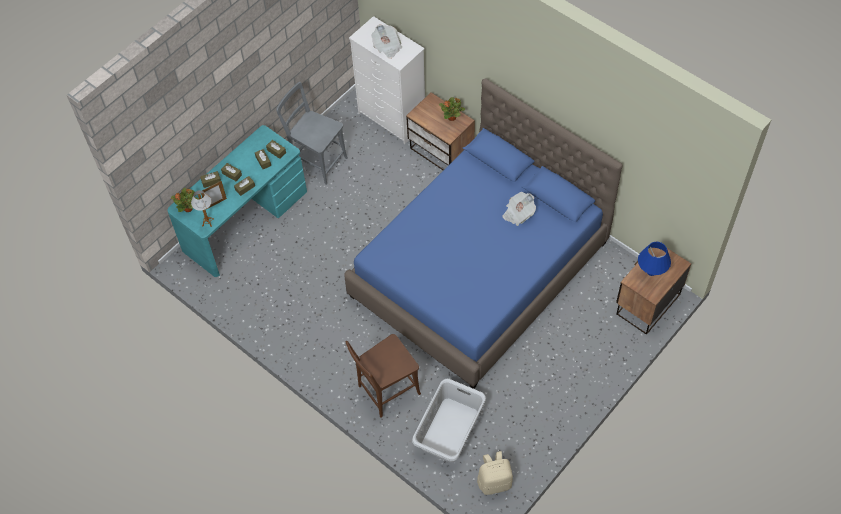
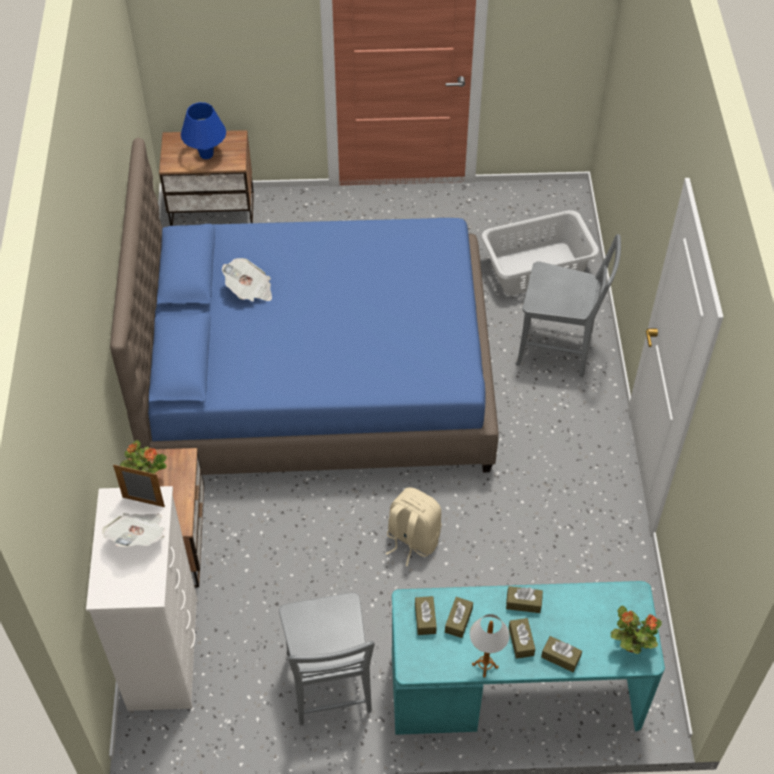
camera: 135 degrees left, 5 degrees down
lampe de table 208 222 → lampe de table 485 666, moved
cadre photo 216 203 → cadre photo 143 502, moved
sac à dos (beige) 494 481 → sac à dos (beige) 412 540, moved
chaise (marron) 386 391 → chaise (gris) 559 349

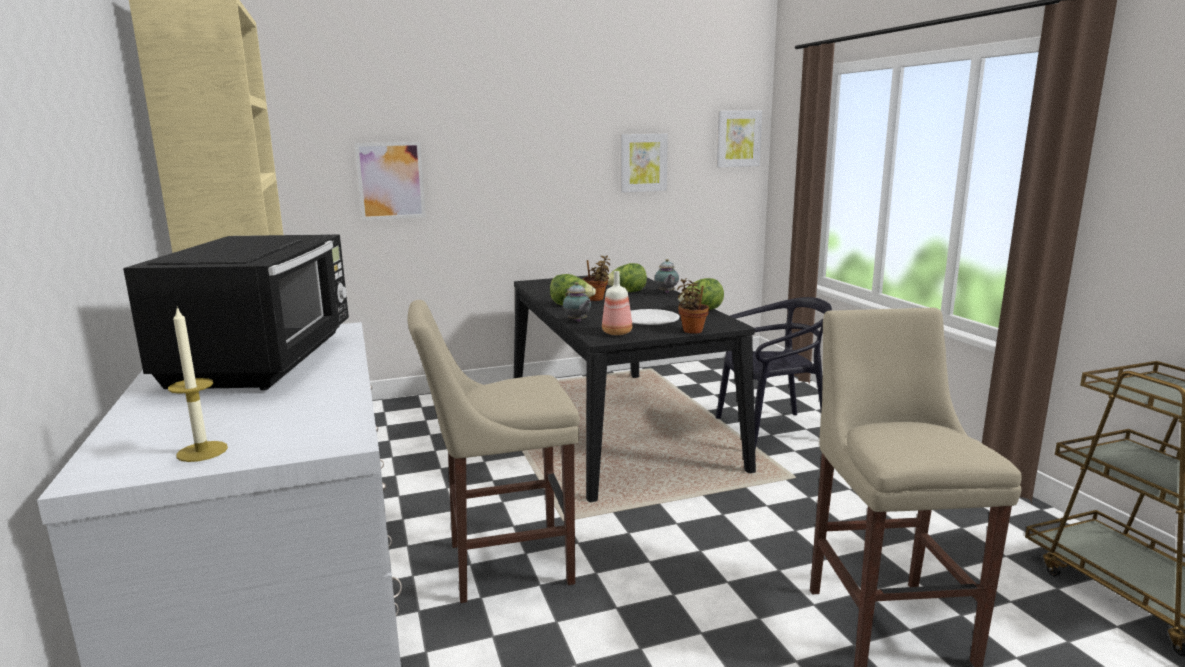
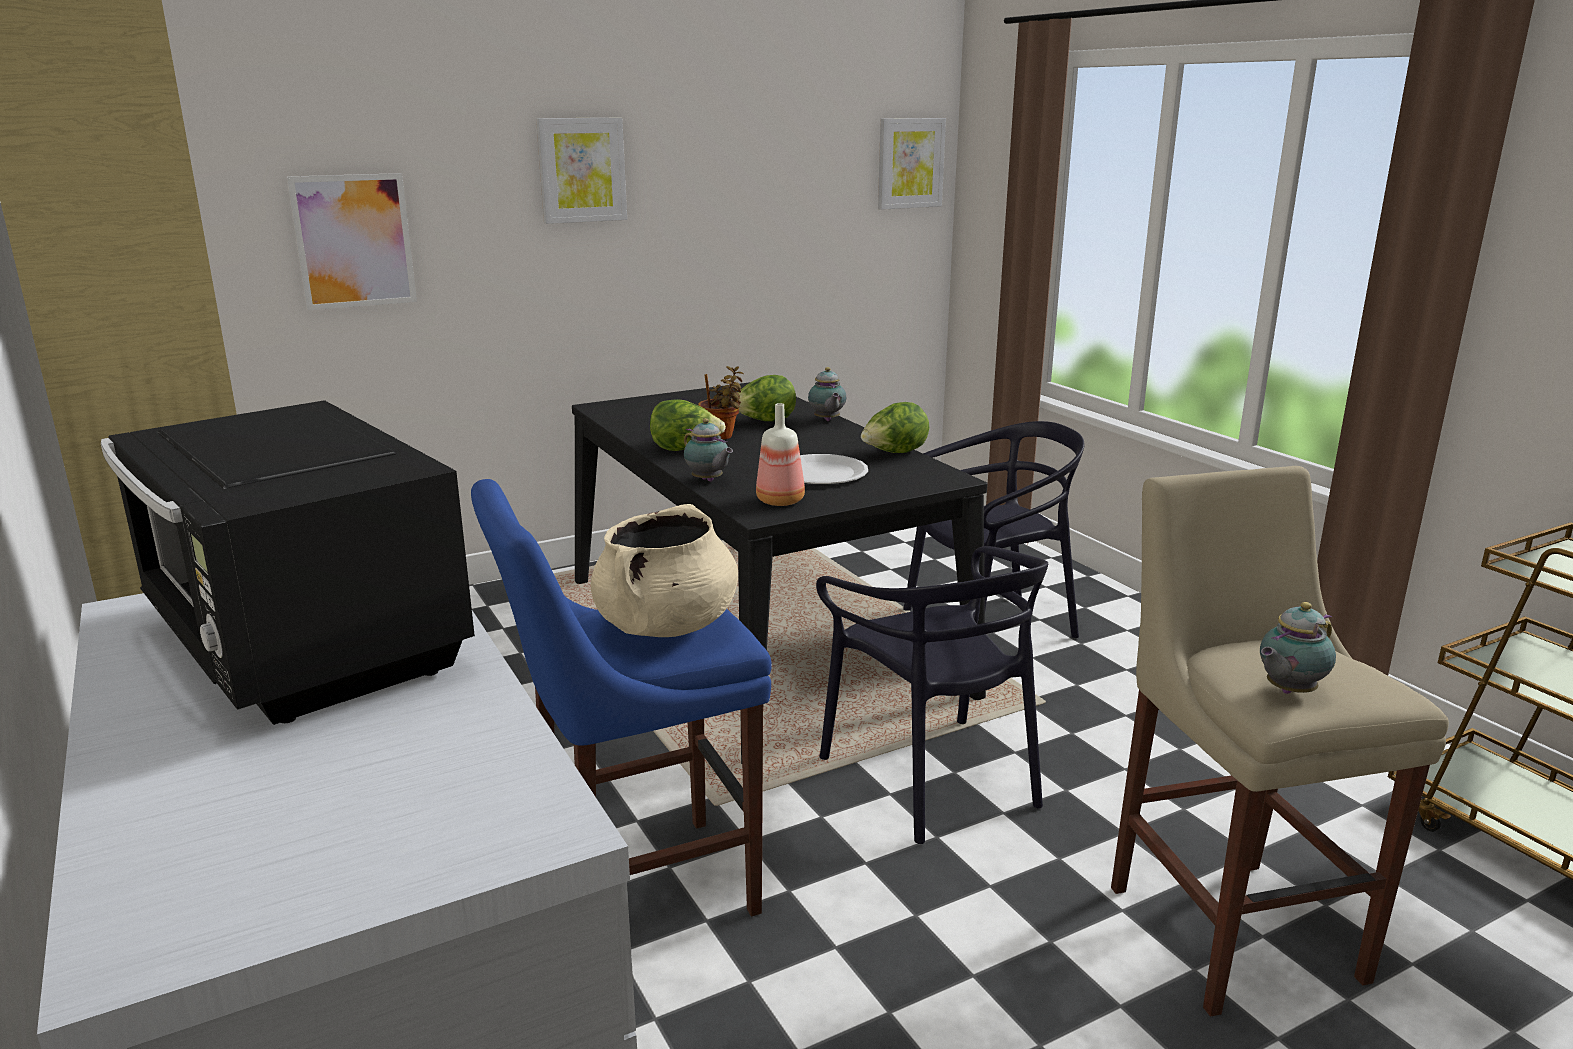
camera: 10 degrees left, 5 degrees up
bougie 202 451 → -
plante en pot 692 330 → -
- → marmite (beige) 666 626
- → chaise (noir) 932 777
- → théière 1287 691
tableau 643 162 → tableau 581 170, moved
tabouret (beige) 502 564 → tabouret (bleu) 637 889
micro-ondes (noir) 265 361 → micro-ondes (noir) 303 646, 150 degrees clockwise

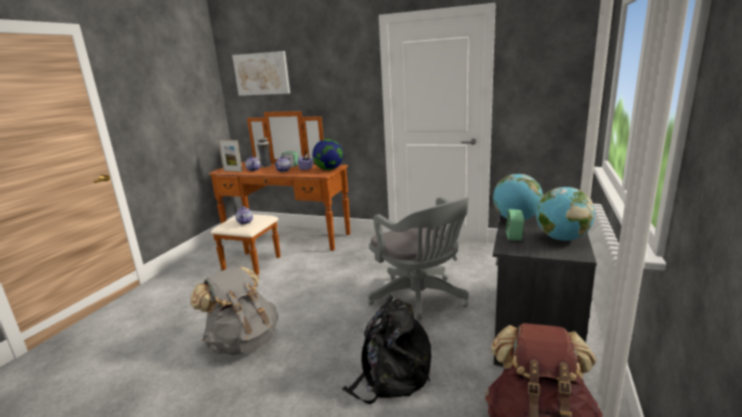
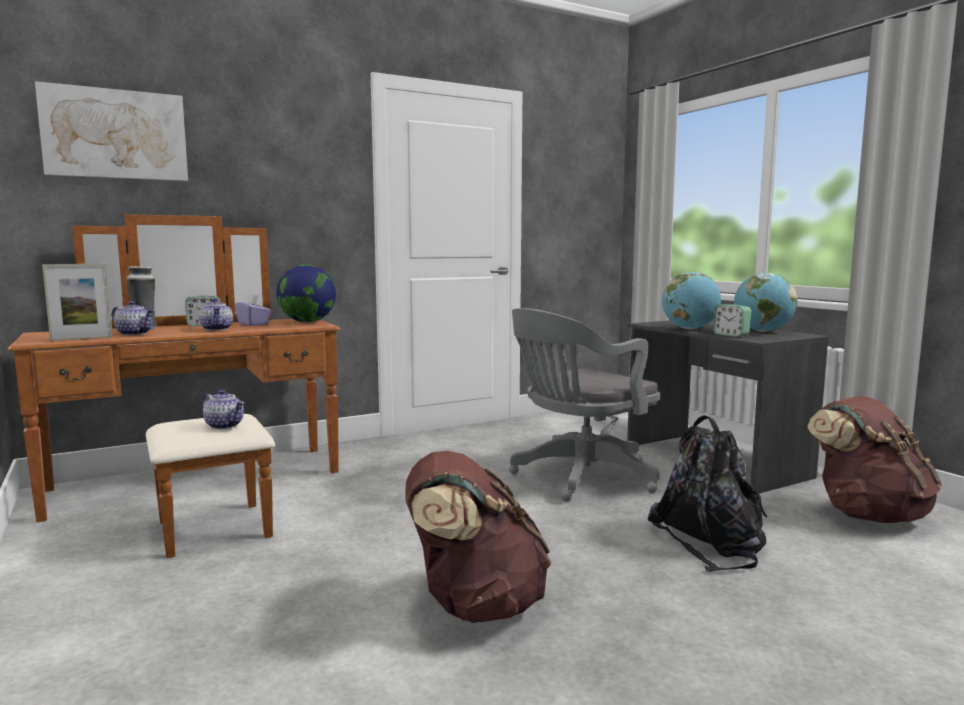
camera: 50 degrees left, 10 degrees down
sac à dos (gris) 243 342 → sac à dos (marron) 474 605
chaise de bureau (gris) 421 300 → chaise de bureau (gris) 579 477, 135 degrees clockwise

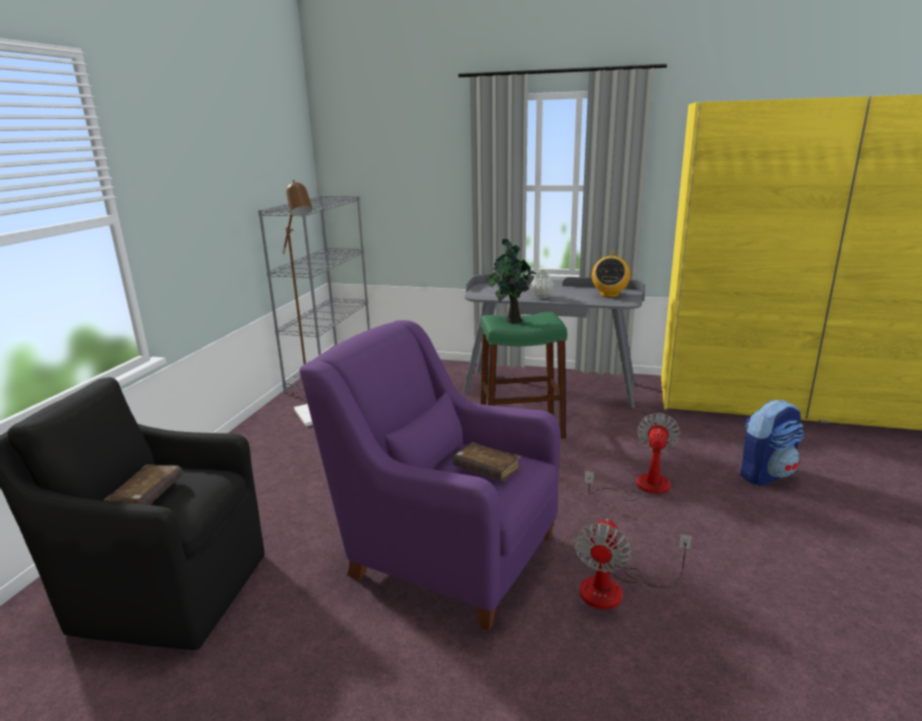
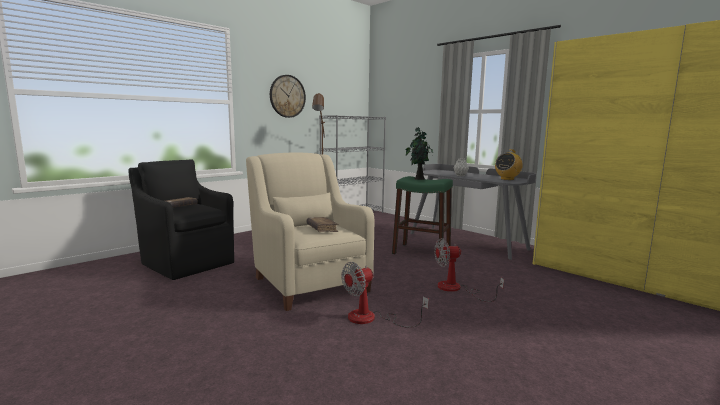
camera: 30 degrees right, 10 degrees down
sac à dos 765 474 → -
- → horloge murale 287 96
fauteuil (violet) 445 551 → fauteuil (beige) 308 282
ventilateur 641 487 → ventilateur 456 289, 150 degrees counterclockwise

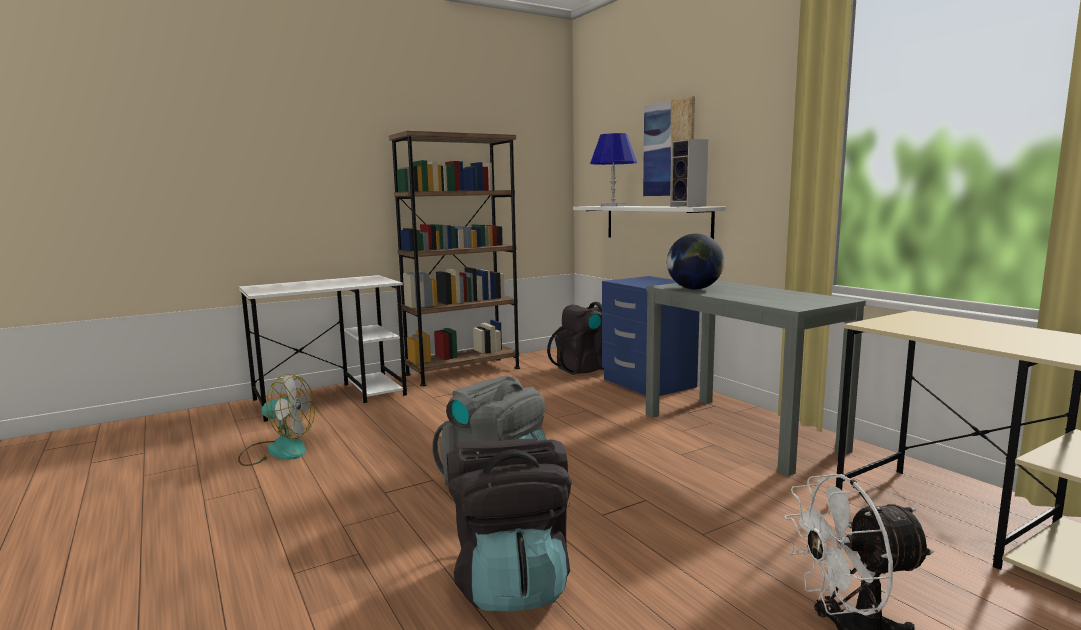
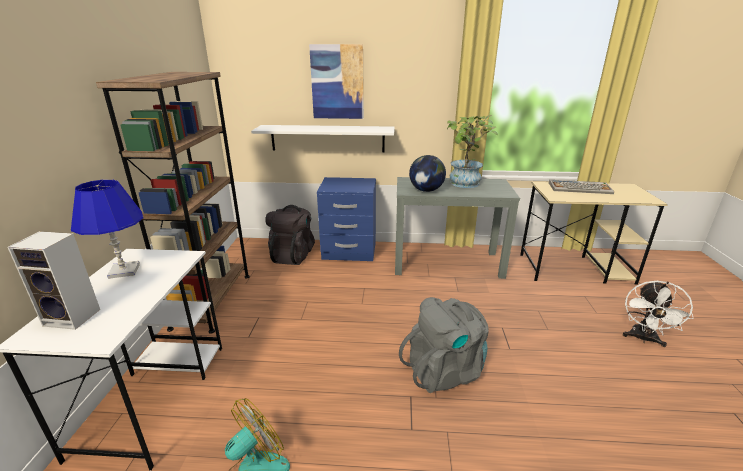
camera: 55 degrees left, 15 degrees up
sac à dos (noir) 512 581 → -
- → plante en pot 464 184
- → clavier 580 188
lampe de table (bleu) 613 206 → lampe de table (bleu) 124 271, moved
enceinte 689 206 → enceinte 74 317, moved

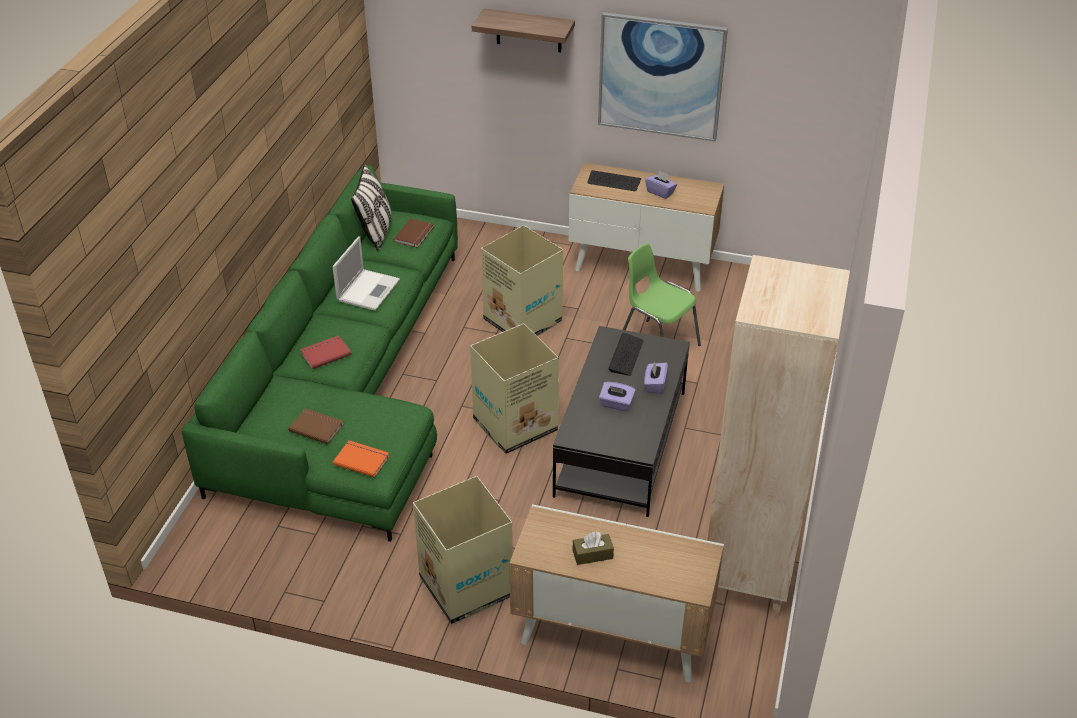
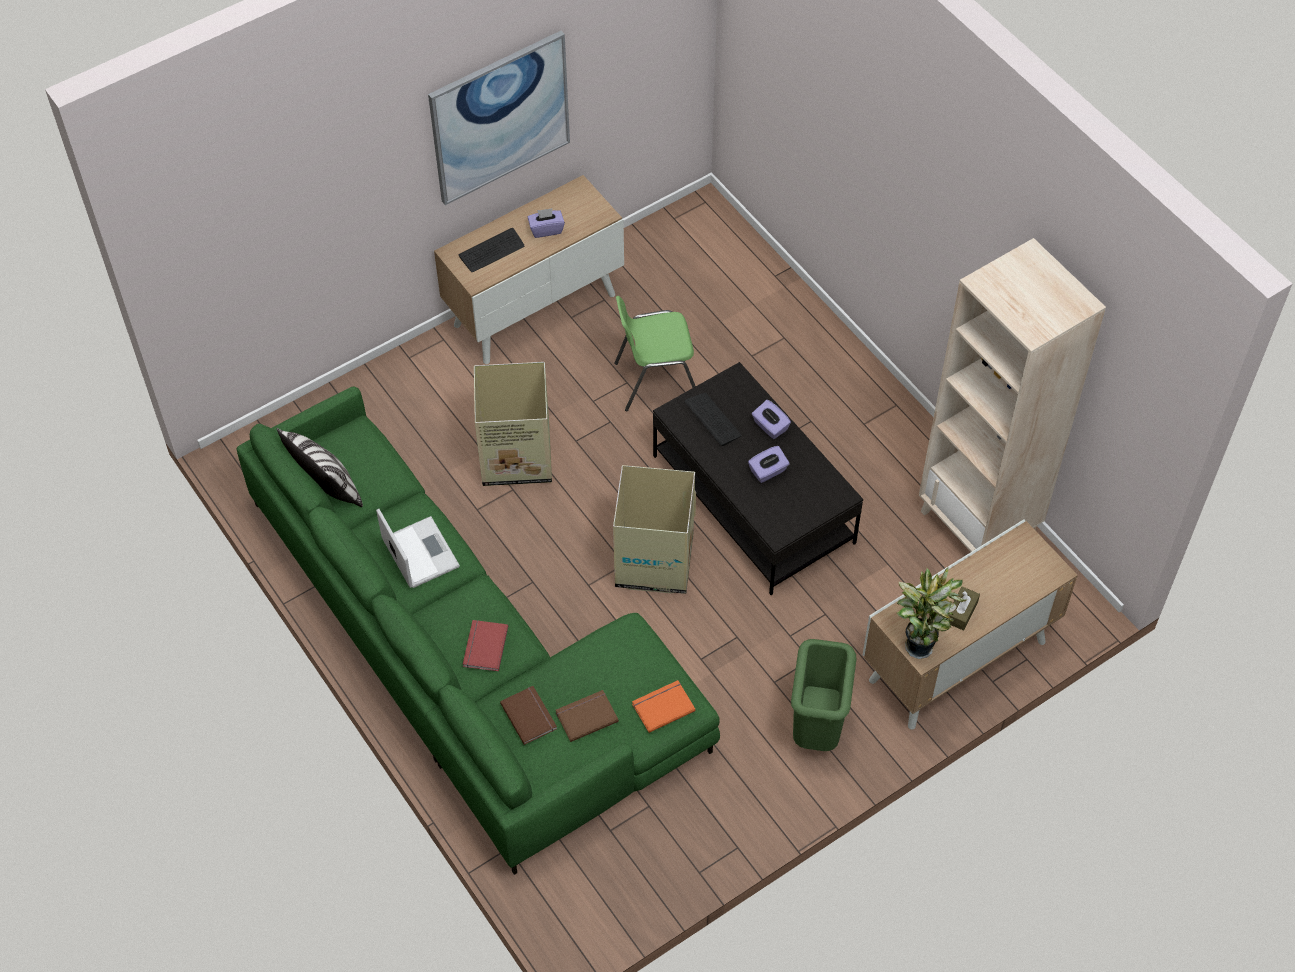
camera: 50 degrees left, 15 degrees up
étagère 529 30 → -
- → plante en pot 920 643
livre (marron) 415 234 → livre (marron) 530 715, moved
carton 466 588 → poubelle (vert) 817 729

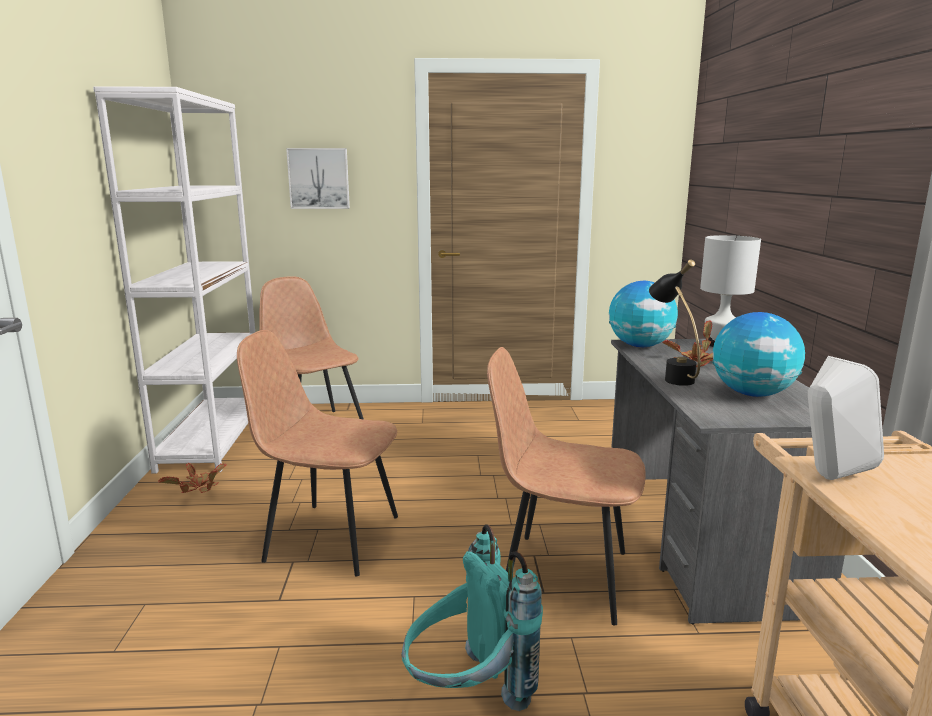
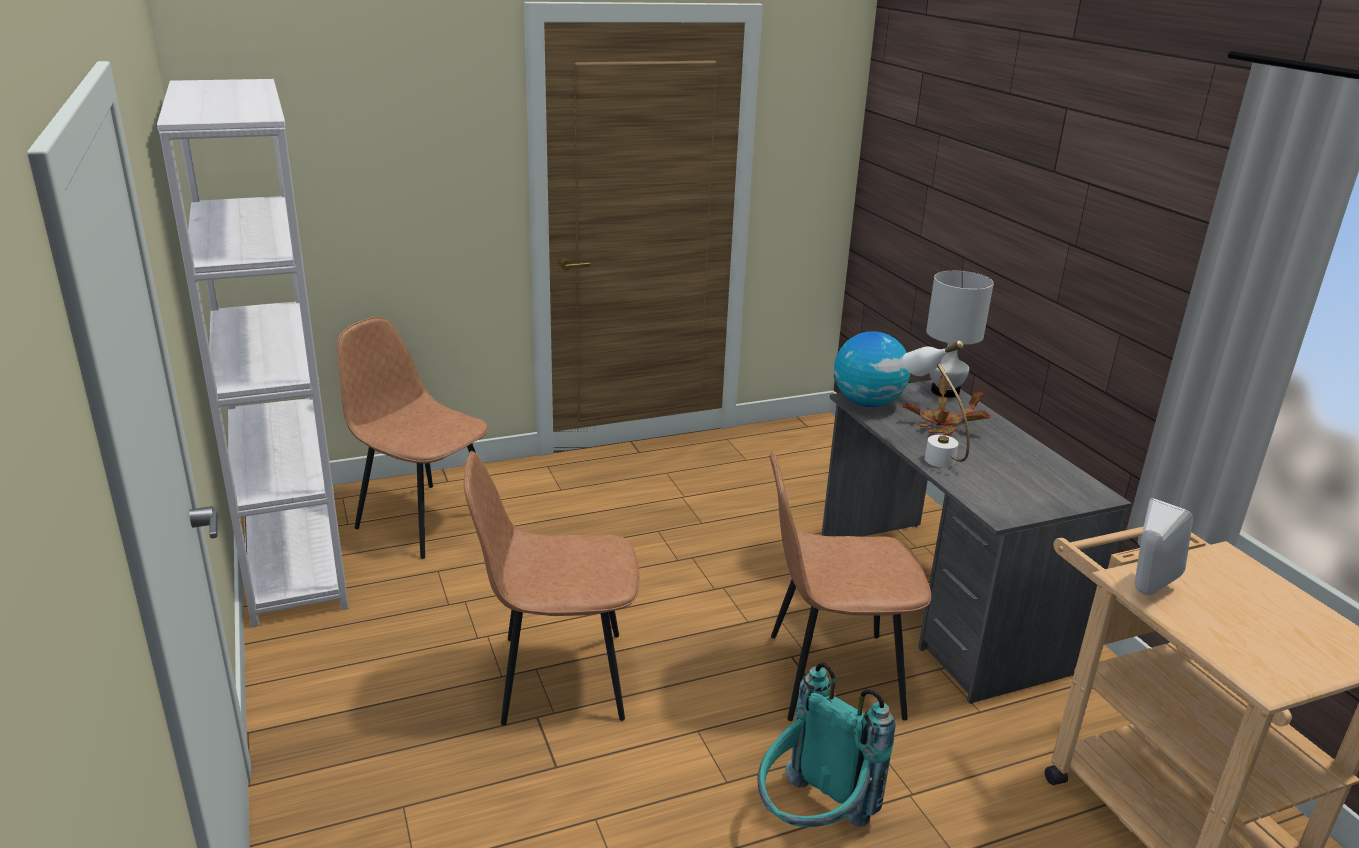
camera: 20 degrees left, 10 degrees up
plante en pot 198 488 → -
tableau 319 178 → -
globe 752 394 → -
lampe de table (noir) 672 376 → lampe de table (blanc) 929 454

